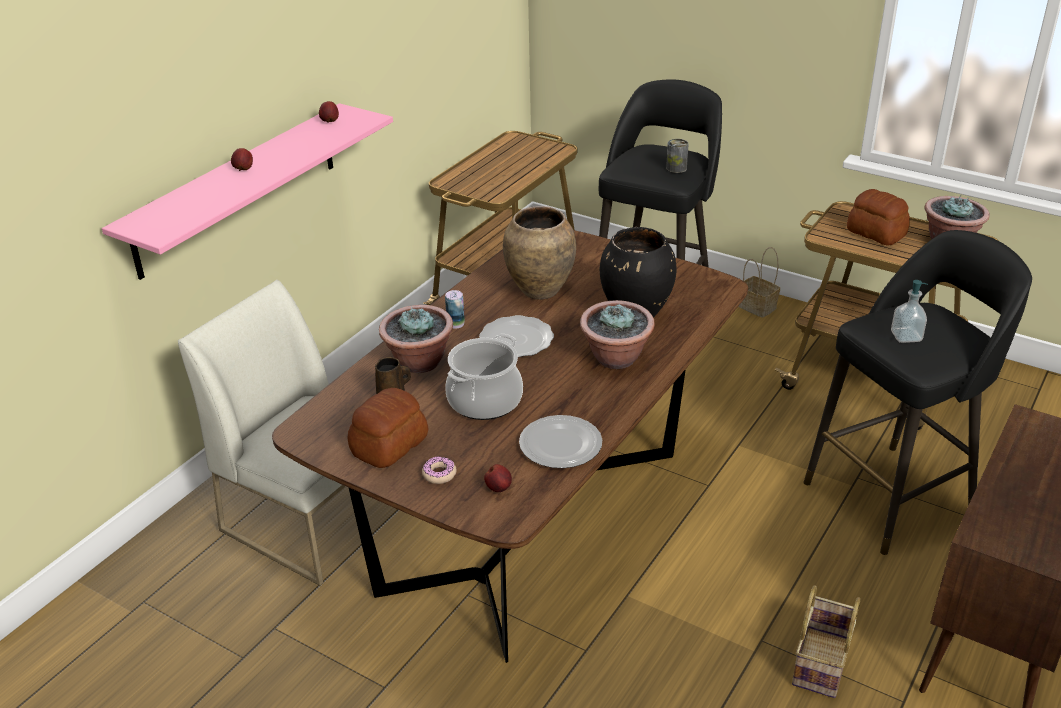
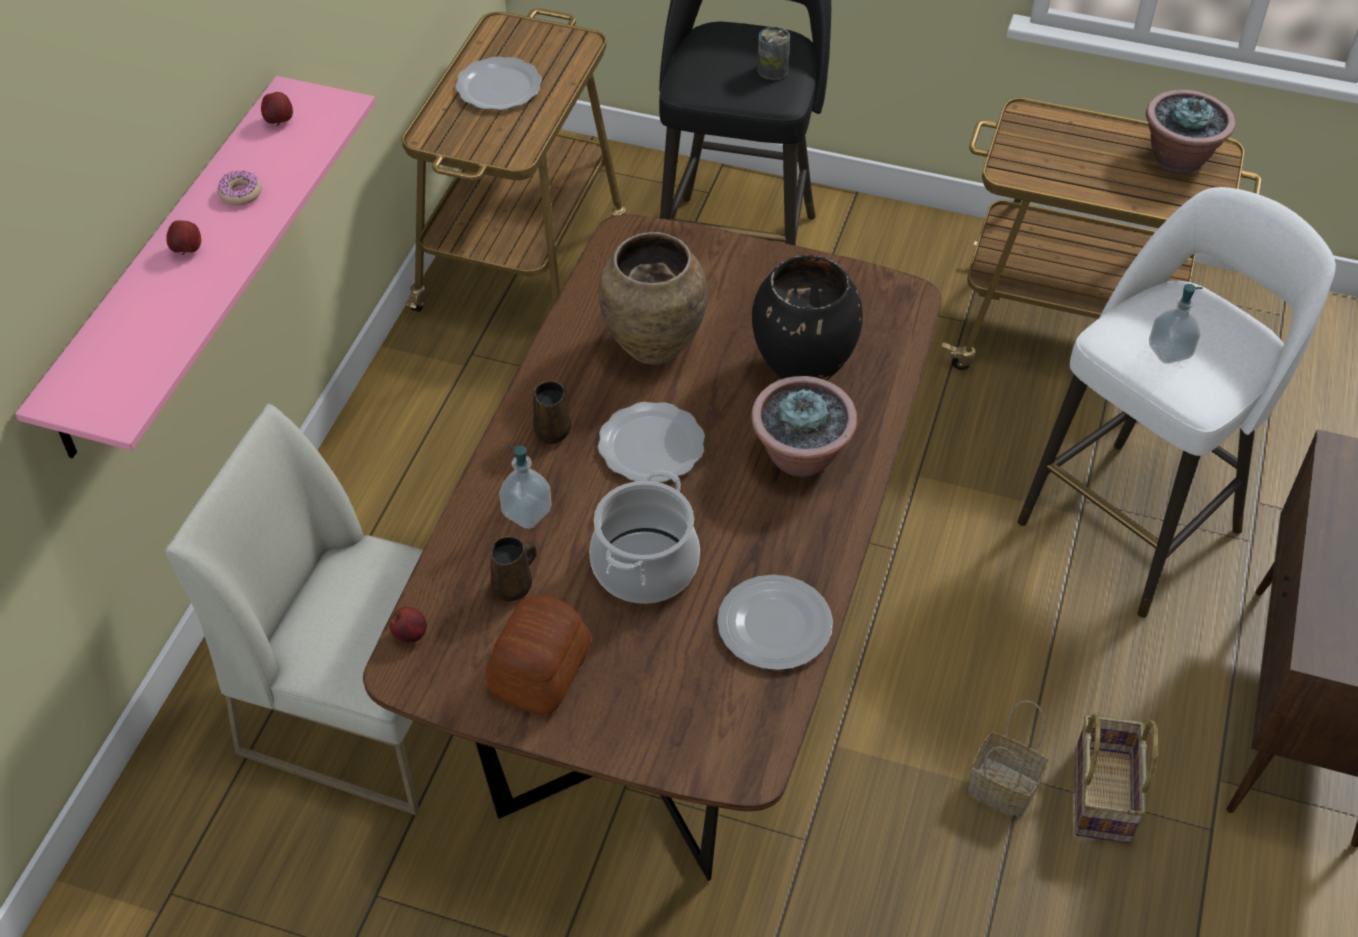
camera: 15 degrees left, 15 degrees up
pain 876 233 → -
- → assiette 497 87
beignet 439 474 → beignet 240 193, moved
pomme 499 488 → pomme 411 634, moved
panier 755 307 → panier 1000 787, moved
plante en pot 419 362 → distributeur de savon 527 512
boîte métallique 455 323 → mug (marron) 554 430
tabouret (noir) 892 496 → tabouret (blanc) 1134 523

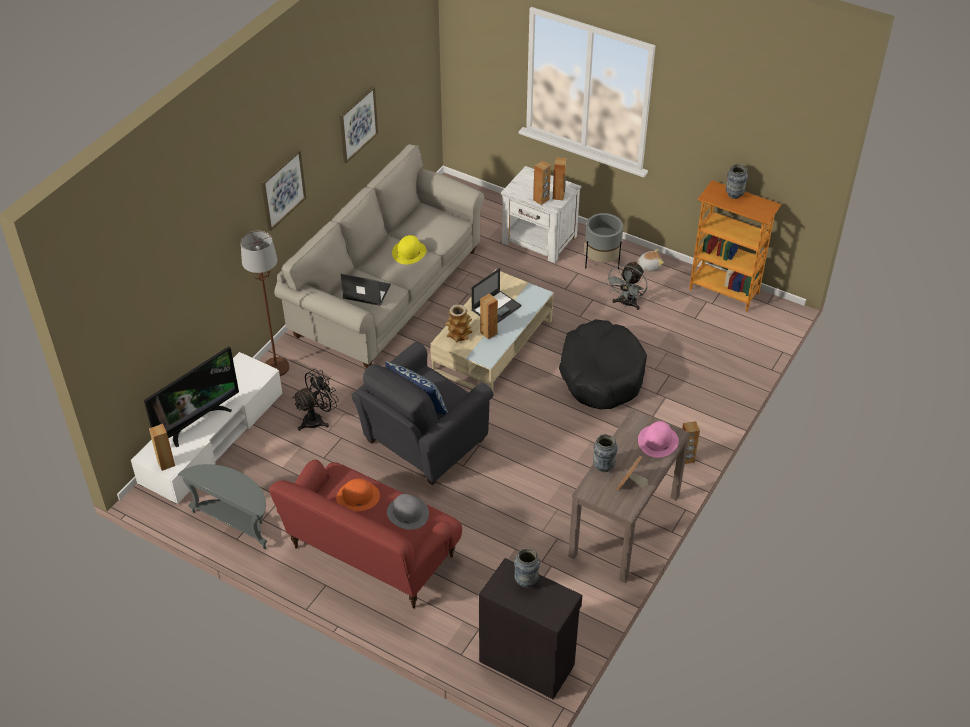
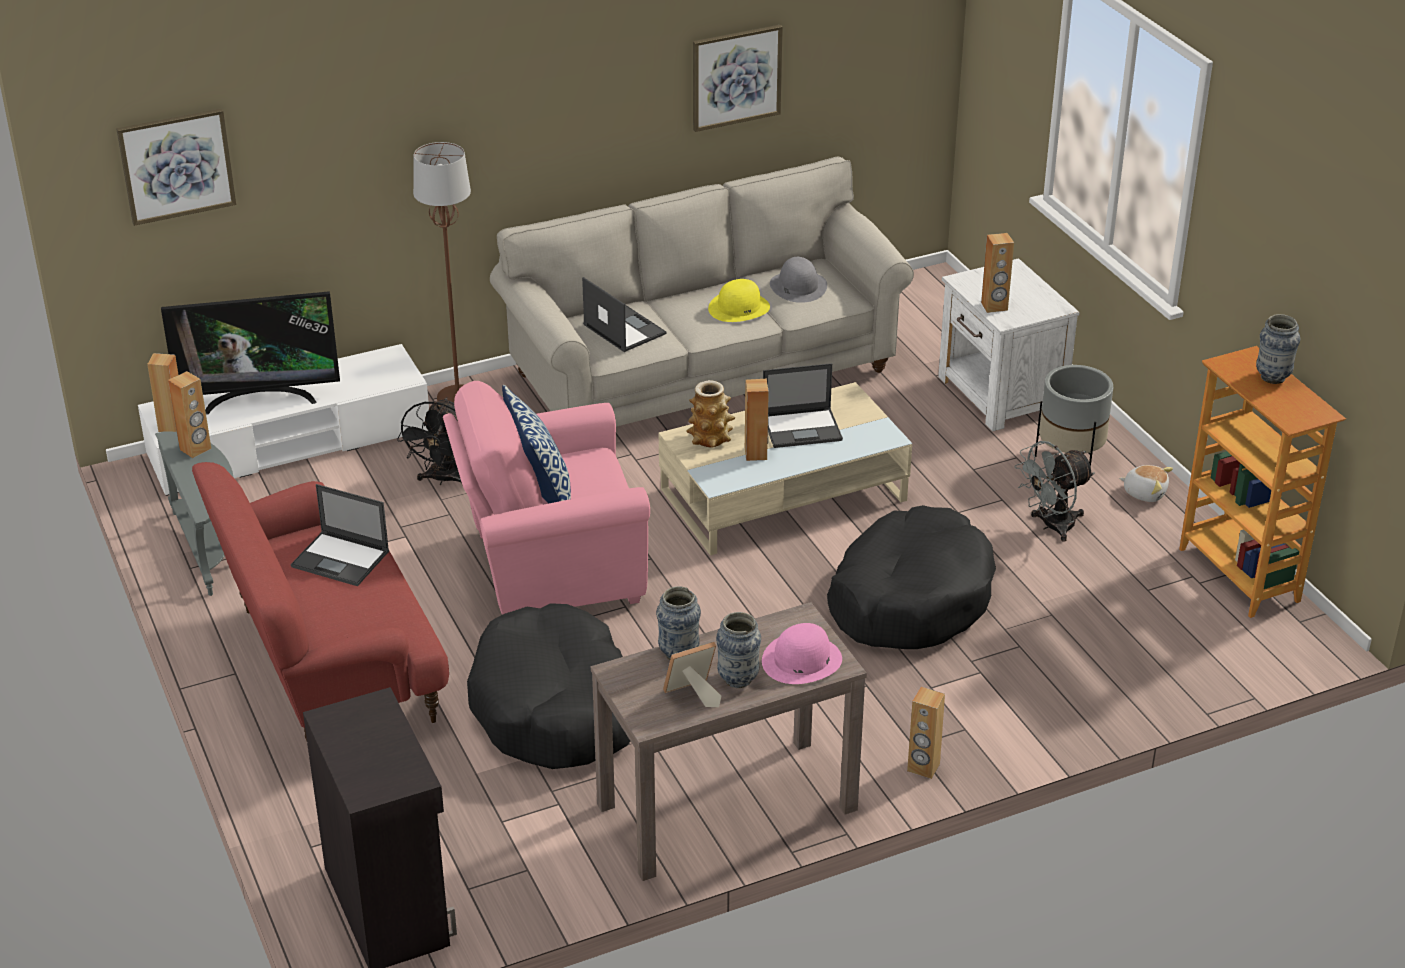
camera: 35 degrees right, 10 degrees down
- → panier pour chien (noir) 555 708
tableau 282 189 → tableau 176 166, moved
chapeau (gris) 407 513 → chapeau (gris) 798 286, moved
vase 526 581 → vase 738 679, moved
enceinte (marron) 558 196 → enceinte (marron) 195 449, moved
chapeau (orange) 358 496 → ordinateur portable 341 559
fauteuil (gris) 421 443 → fauteuil (rose) 548 567
ventilateur (noir) 317 419 → ventilateur (noir) 443 479, 105 degrees clockwise

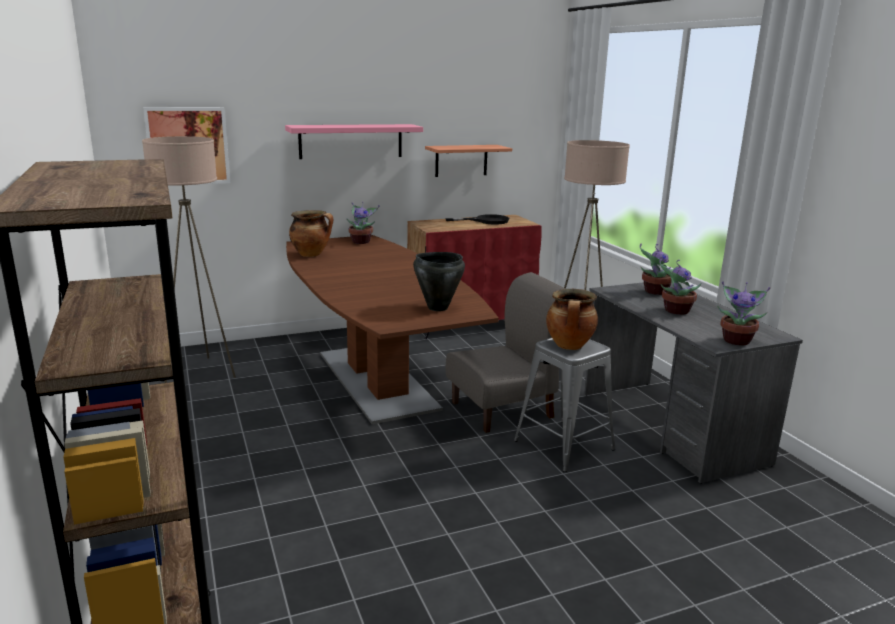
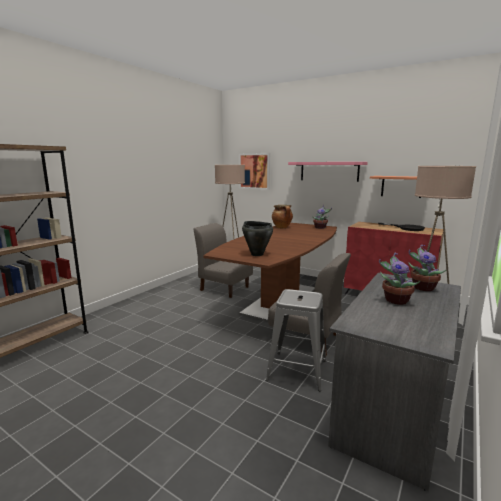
camera: 55 degrees right, 5 degrees down
marmite 570 346 → -
plante en pot 737 340 → -
- → chaise (gris) 224 288

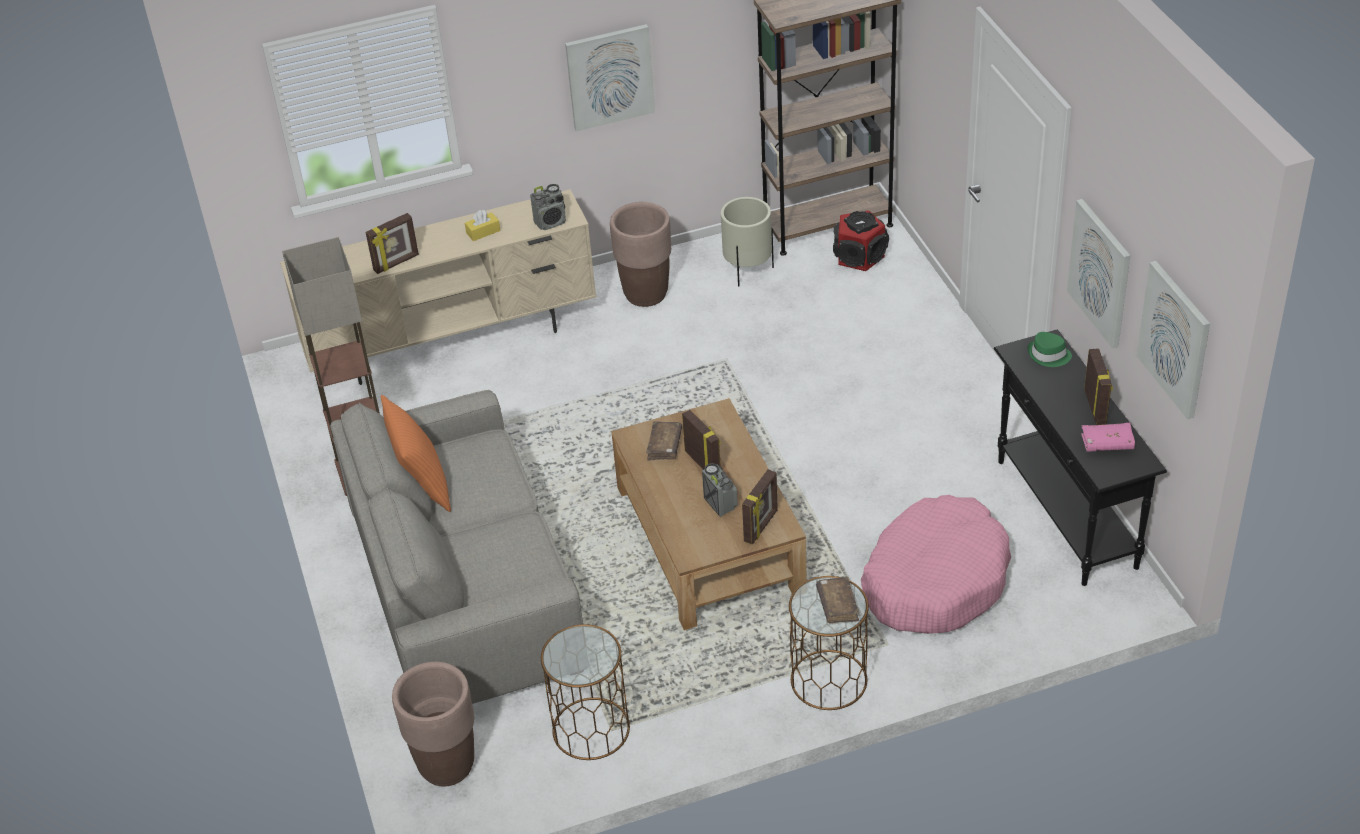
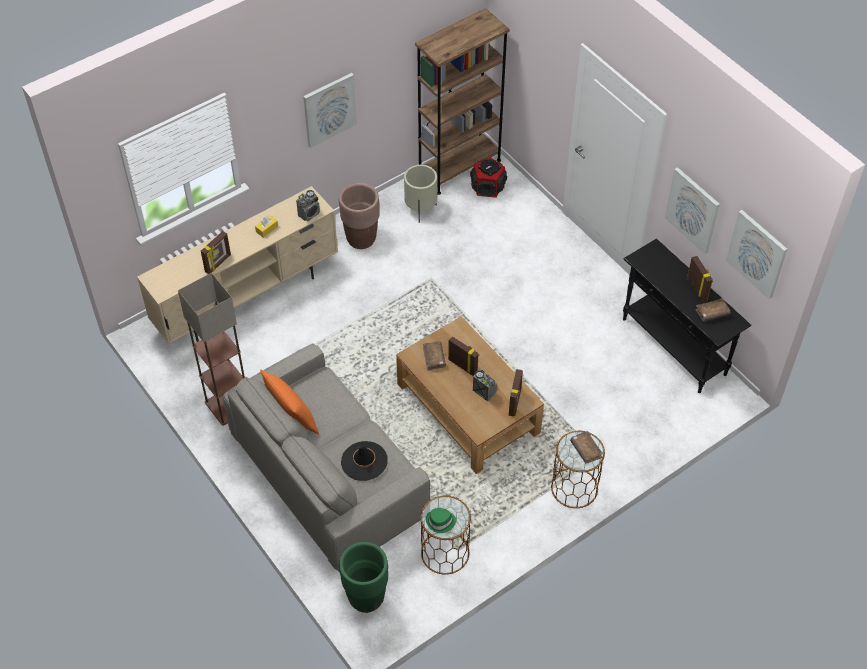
camera: 20 degrees left, 10 degrees up
panier pour chien (rose) 935 580 → -
- → chapeau (noir) 364 461
chapeau (vert) 1048 355 → chapeau (vert) 440 522, moved
cache-pot (marron) 446 766 → cache-pot (vert) 366 598
livre (rose) 1107 443 → livre (marron) 712 313

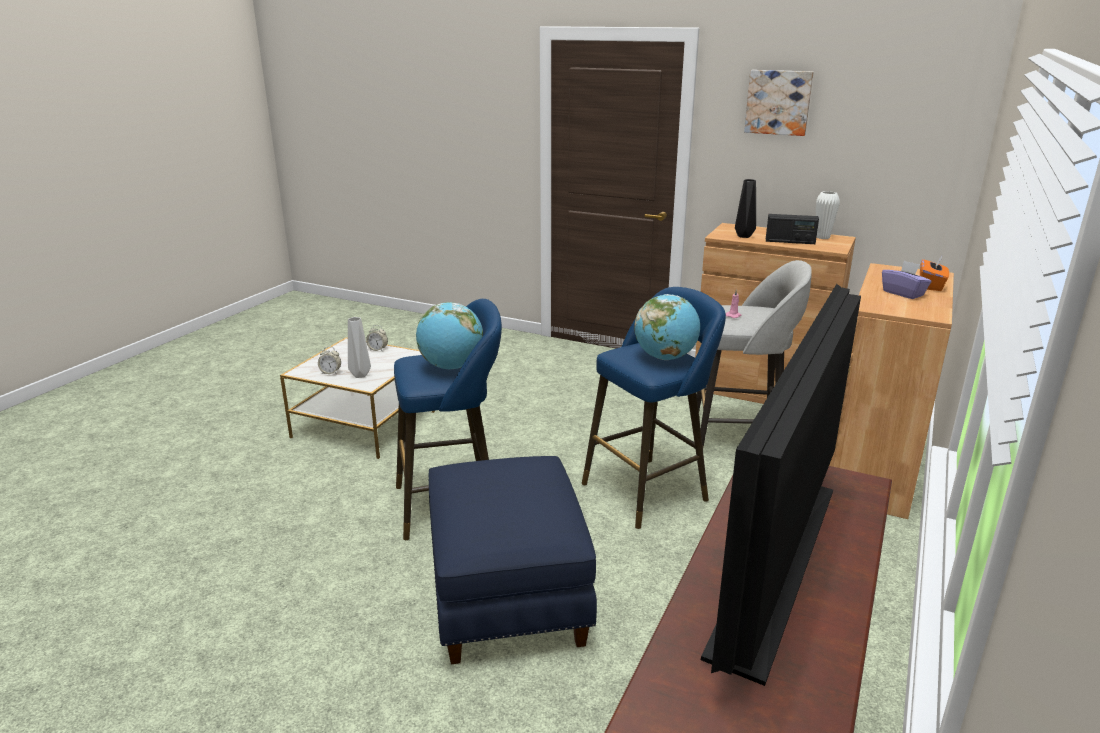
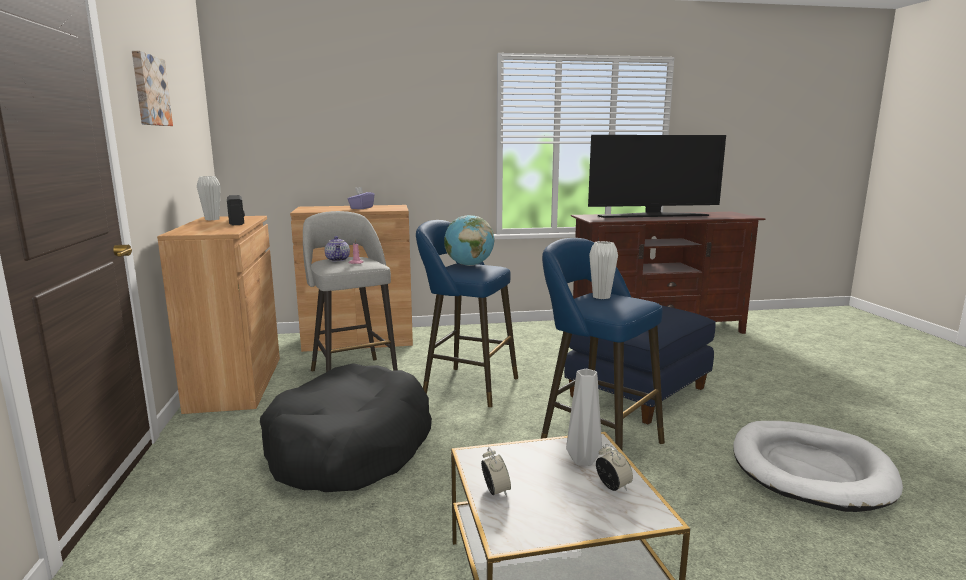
camera: 125 degrees left, 10 degrees down
vase (noir) 745 236 → -
boîte à mouchoirs (orange) 931 286 → -
- → panier pour chien (noir) 350 448
- → théière 338 260
- → panier pour chien (blanc) 810 469
globe 451 367 → vase (blanc) 601 297

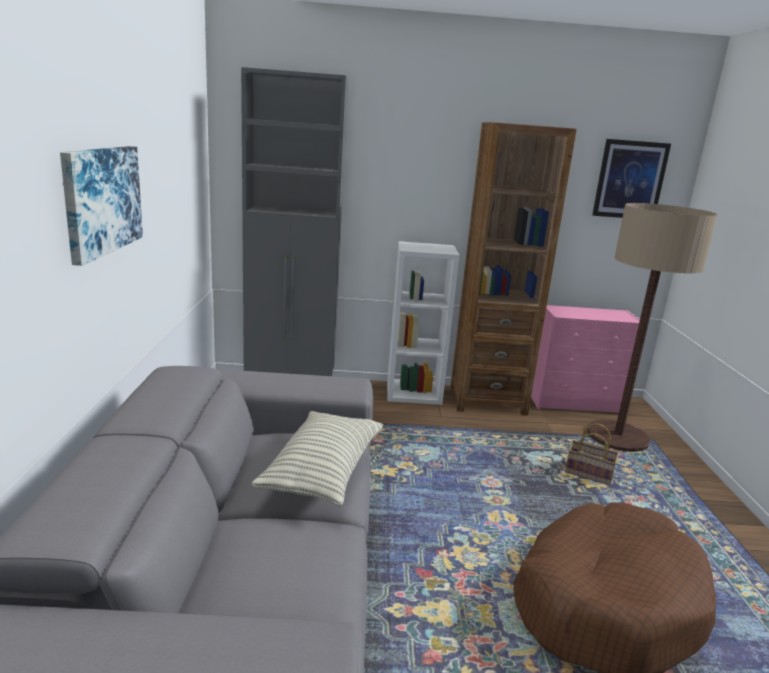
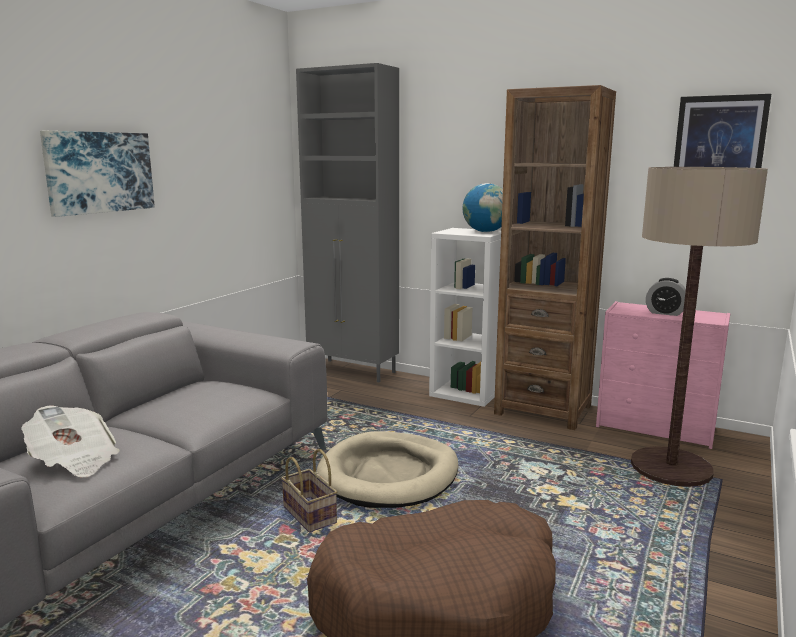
camera: 30 degrees right, 5 degrees down
coussin 323 472 → -
- → journal 74 461
- → panier pour chien (beige) 389 475
- → globe 486 232
- → réveil 665 313
panier 590 474 → panier 311 515, moved

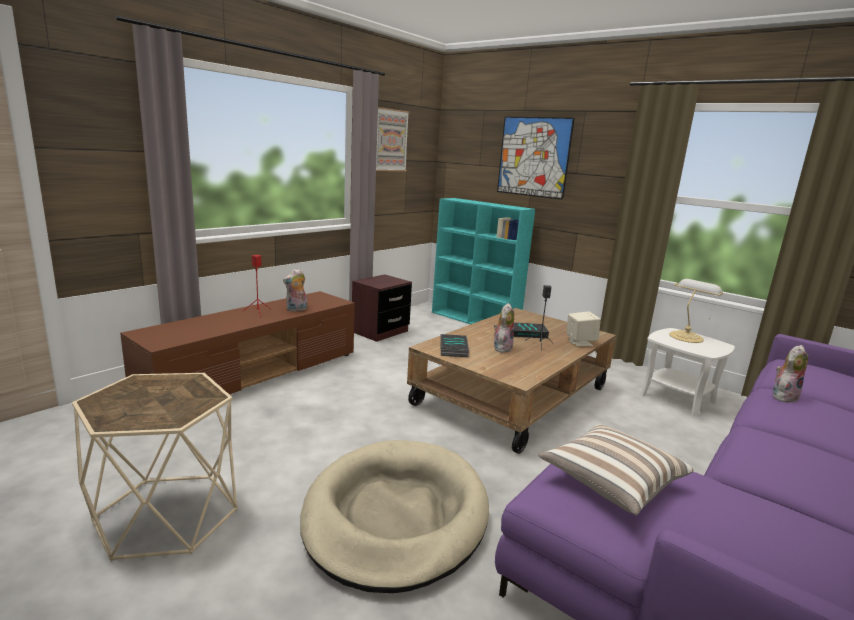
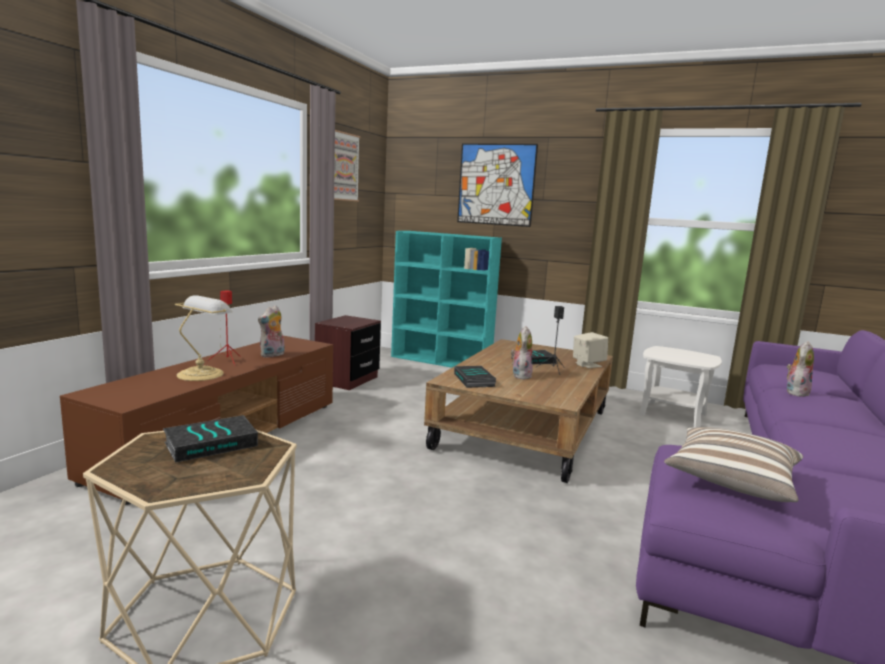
camera: 15 degrees left, 5 degrees down
panier pour chien (beige) 396 516 → -
- → livre 212 443
lampe de table 686 336 → lampe de table 202 373, moved

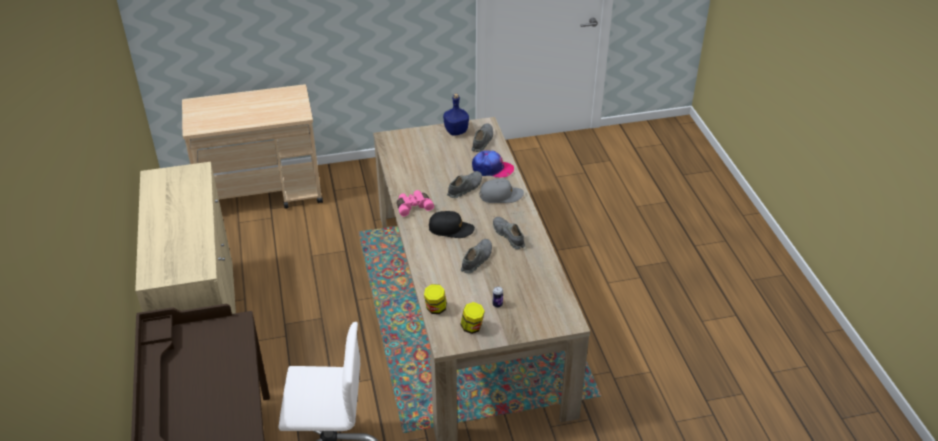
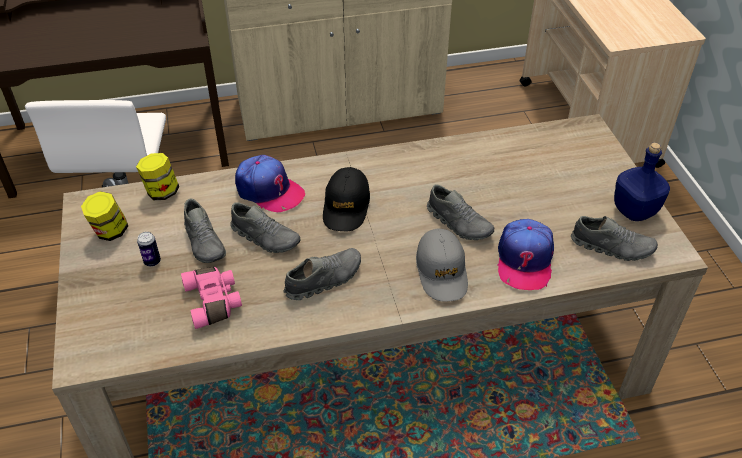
camera: 90 degrees right, 5 degrees up
- → chaussure (gris) 205 242
- → casquette 269 190
jumelles (rose) 413 206 → jumelles (rose) 214 301, moved

